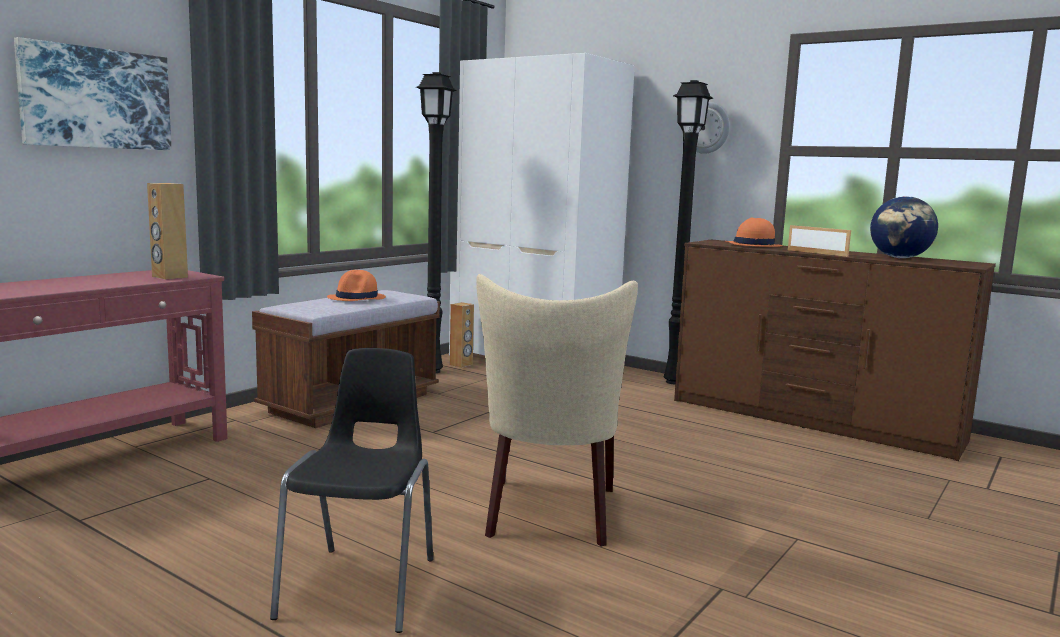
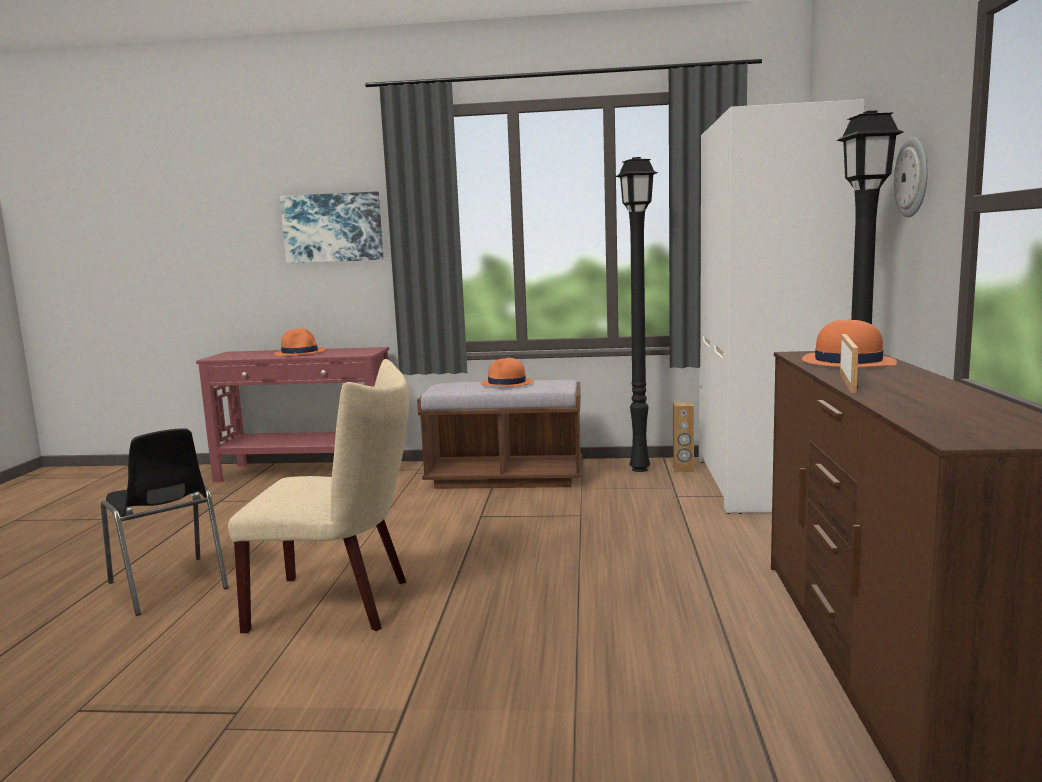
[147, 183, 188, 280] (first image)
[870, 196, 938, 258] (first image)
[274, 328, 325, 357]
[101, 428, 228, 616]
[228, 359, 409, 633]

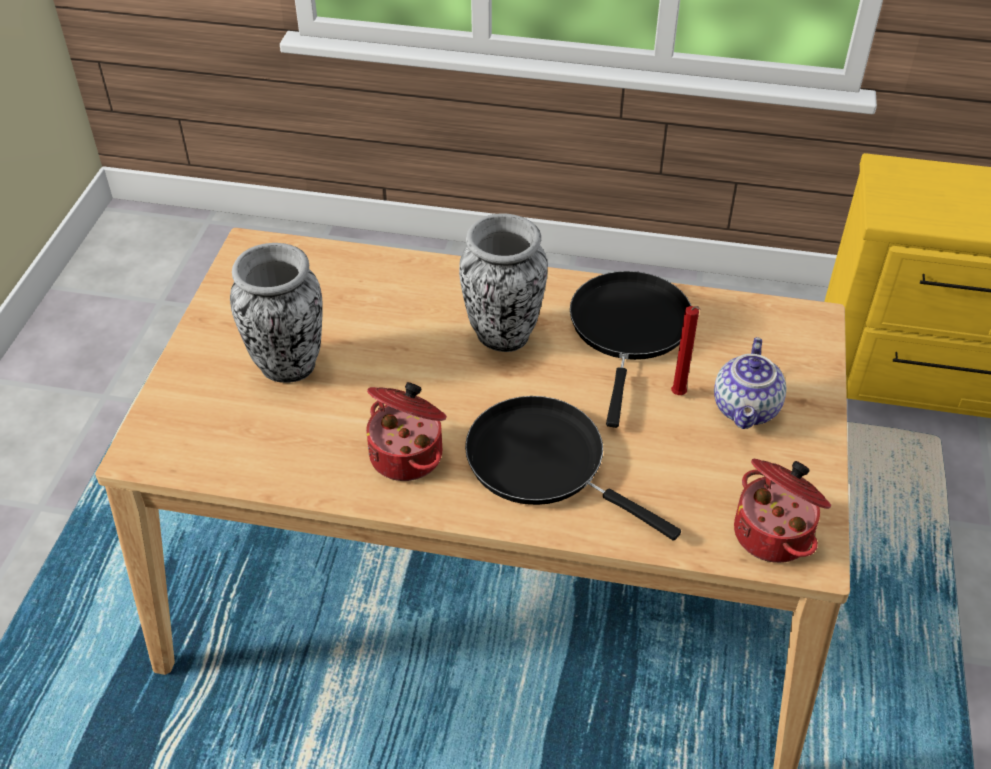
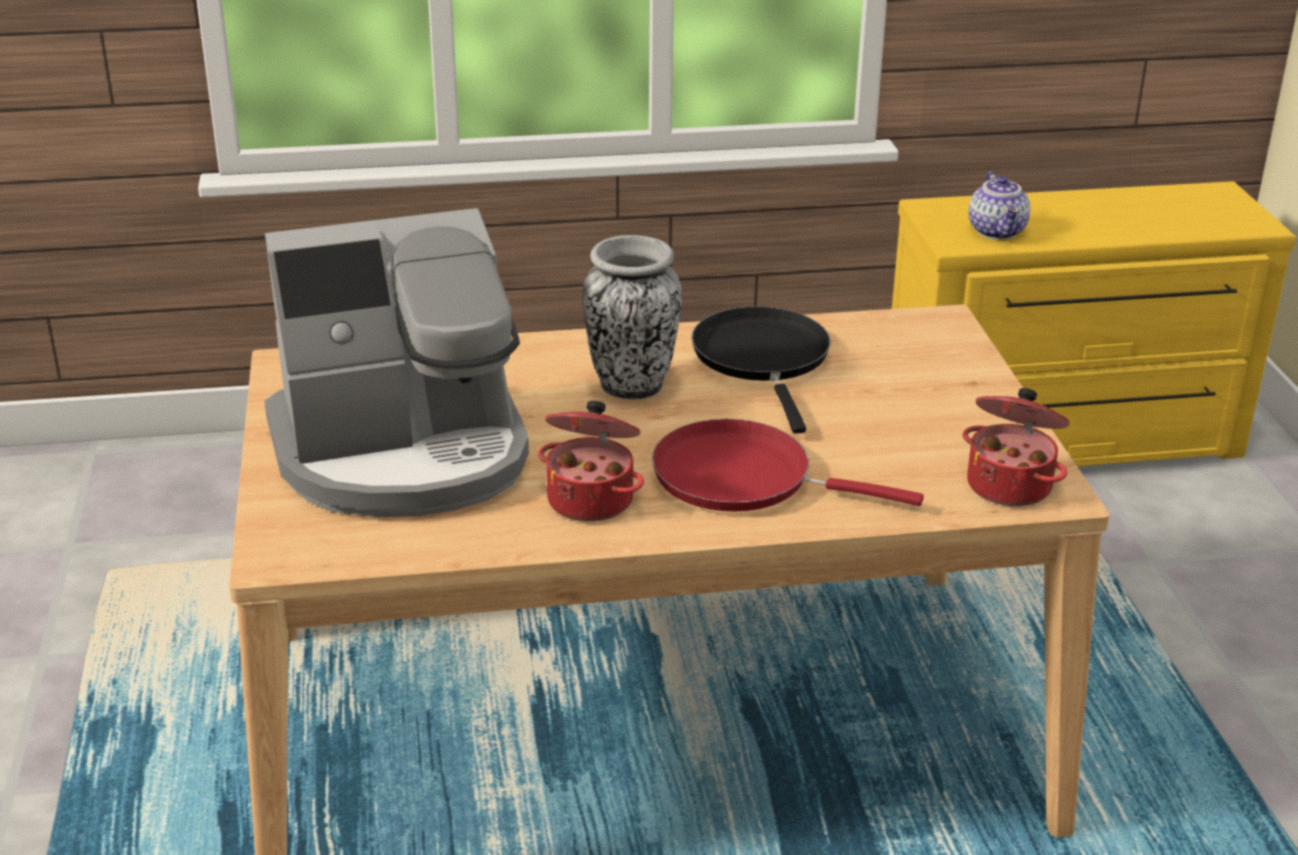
[671, 306, 701, 395] (first image)
[969, 172, 1030, 240]
[264, 208, 529, 517]
[652, 419, 924, 511]

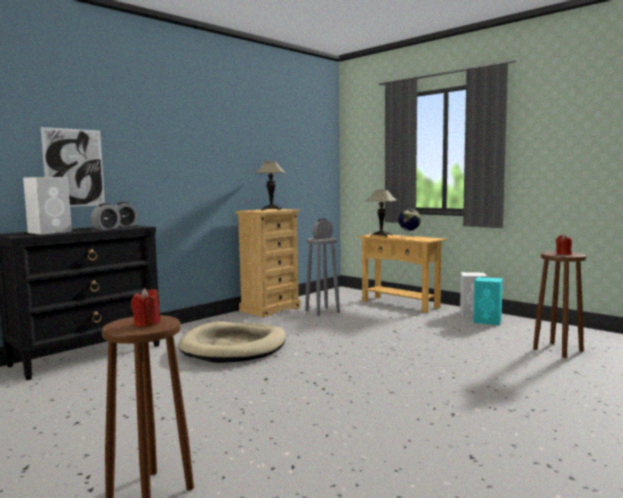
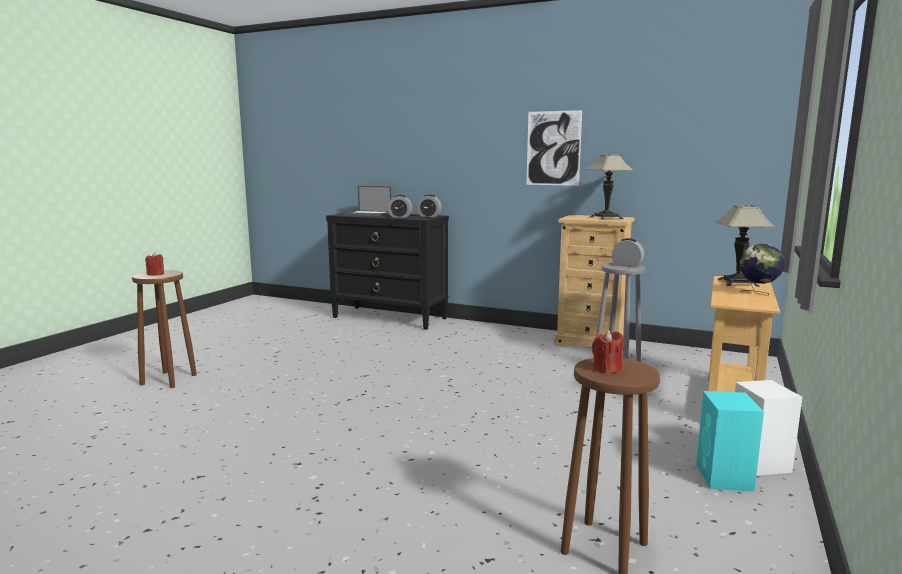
[178, 321, 286, 363] (first image)
[526, 110, 582, 186]
[345, 186, 391, 216]

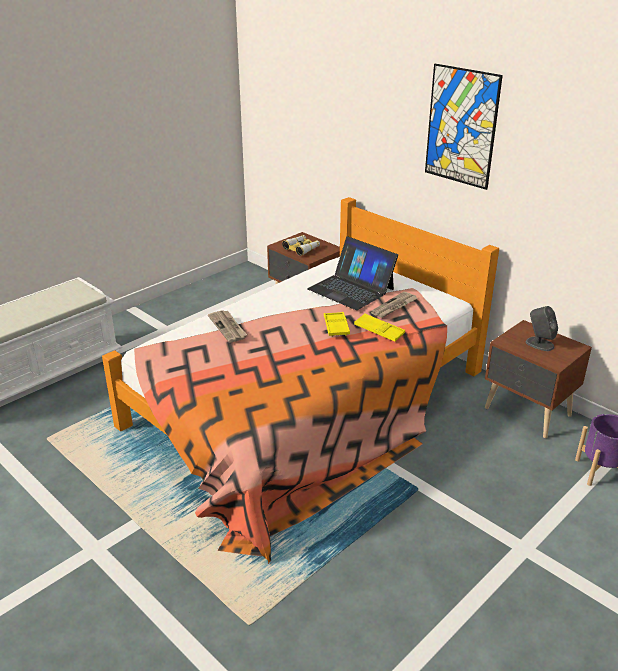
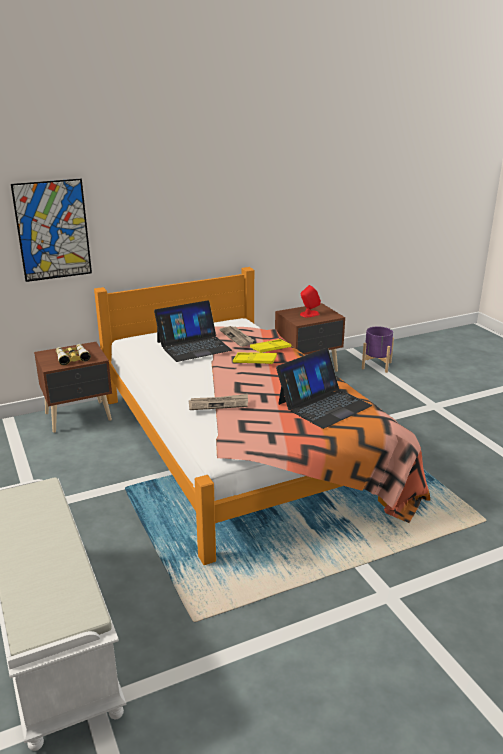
[276, 348, 372, 429]
[11, 179, 92, 282]
[300, 285, 321, 317]

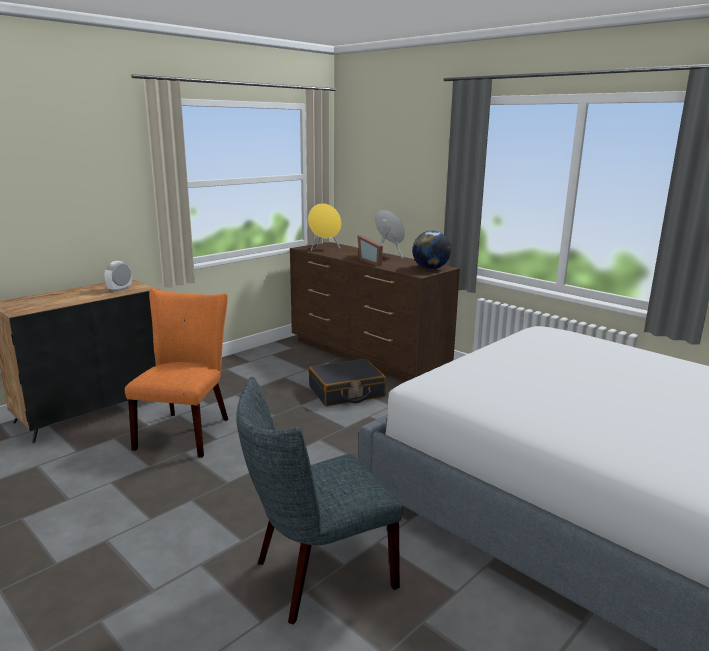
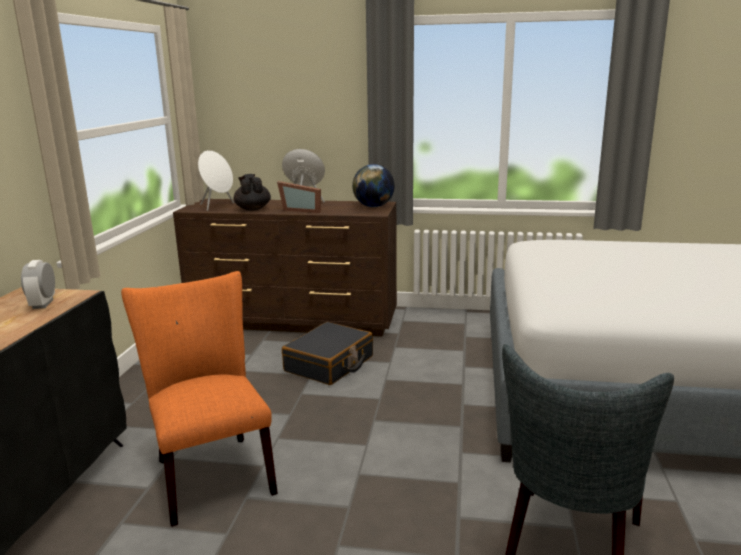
[234, 174, 271, 211]
[198, 150, 234, 211]

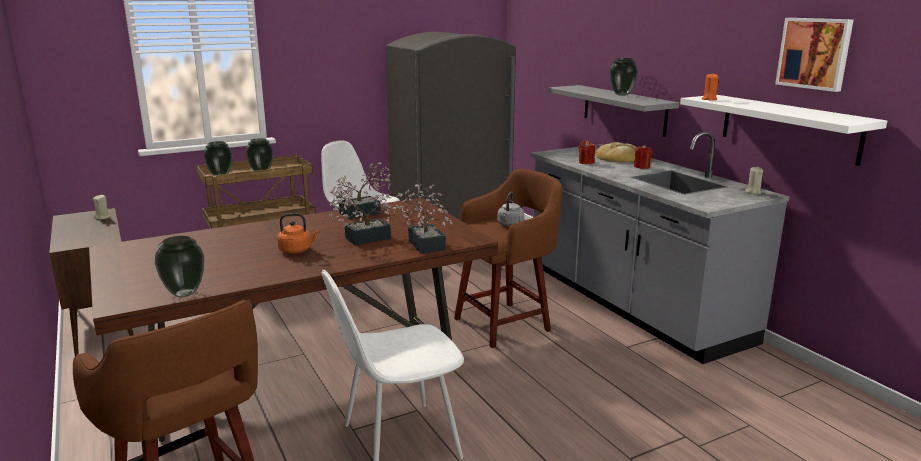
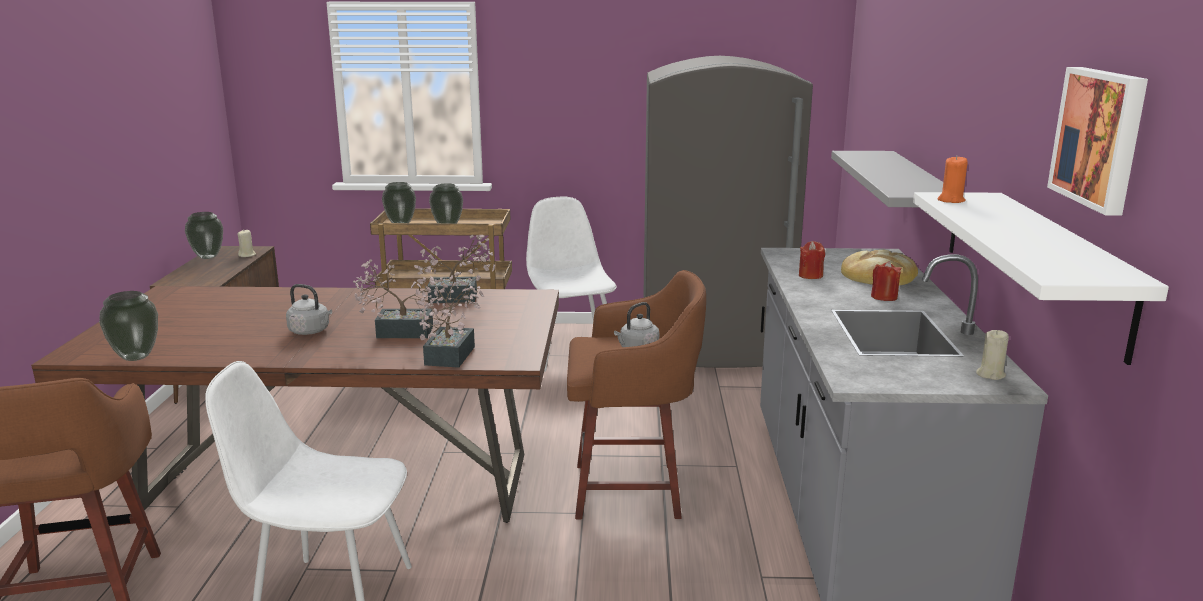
[185, 212, 223, 259]
[286, 284, 332, 335]

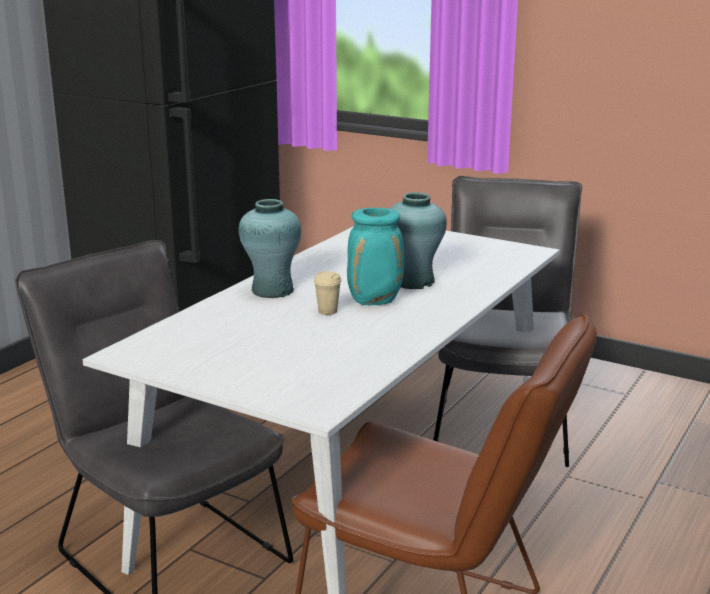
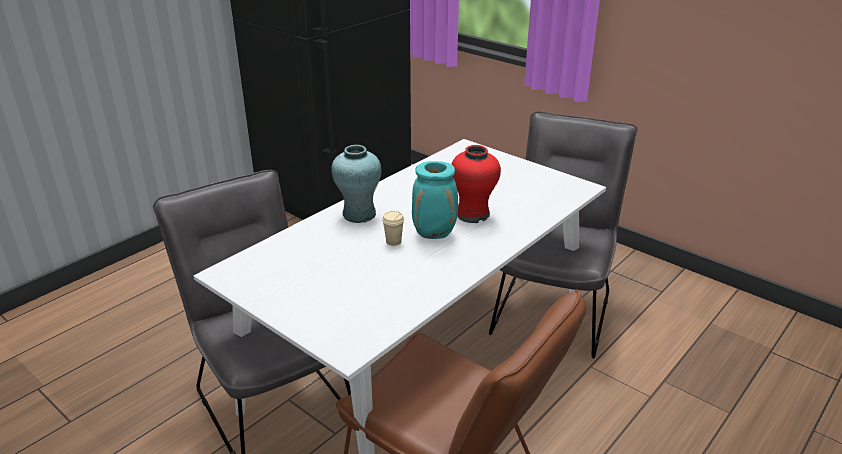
[452, 145, 501, 223]

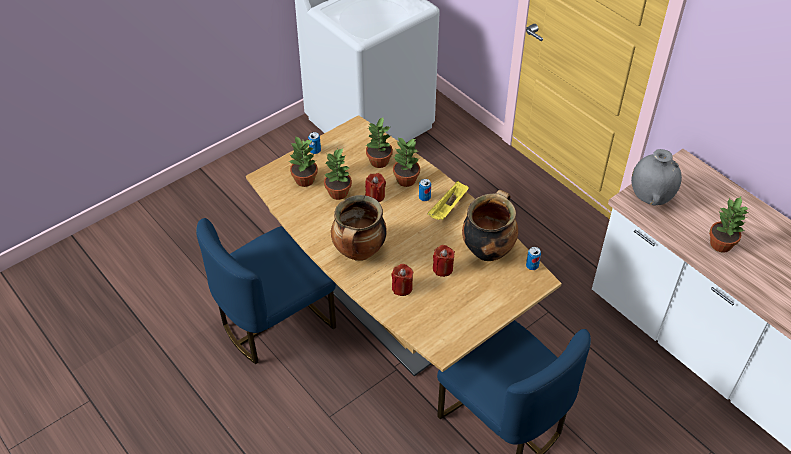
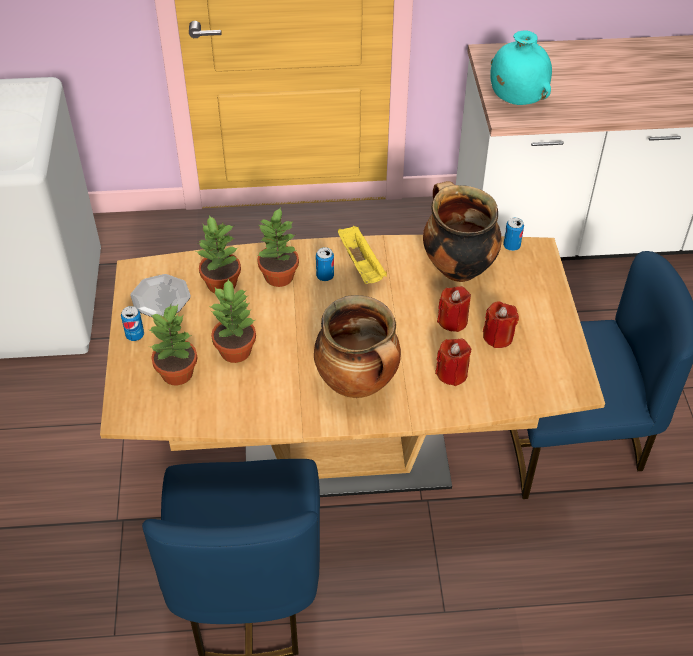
[709, 197, 749, 253] (first image)
[130, 274, 191, 317]
[483, 302, 519, 348]
[490, 31, 552, 105]

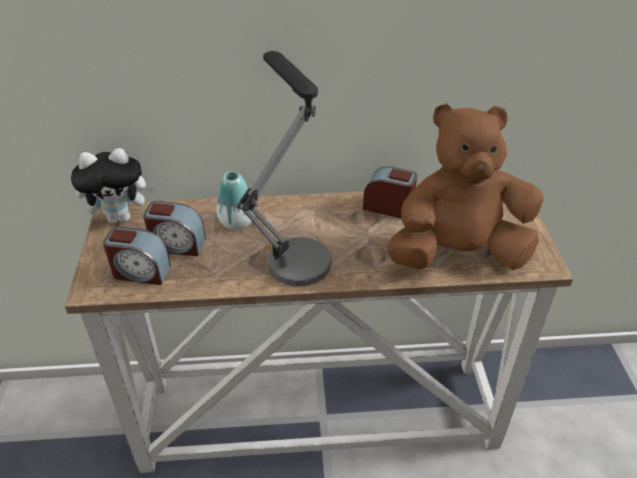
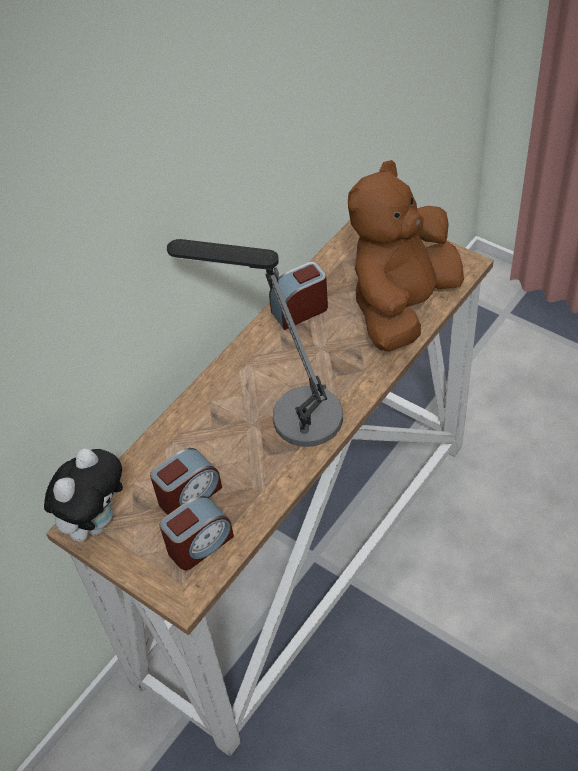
[216, 171, 254, 230] (first image)

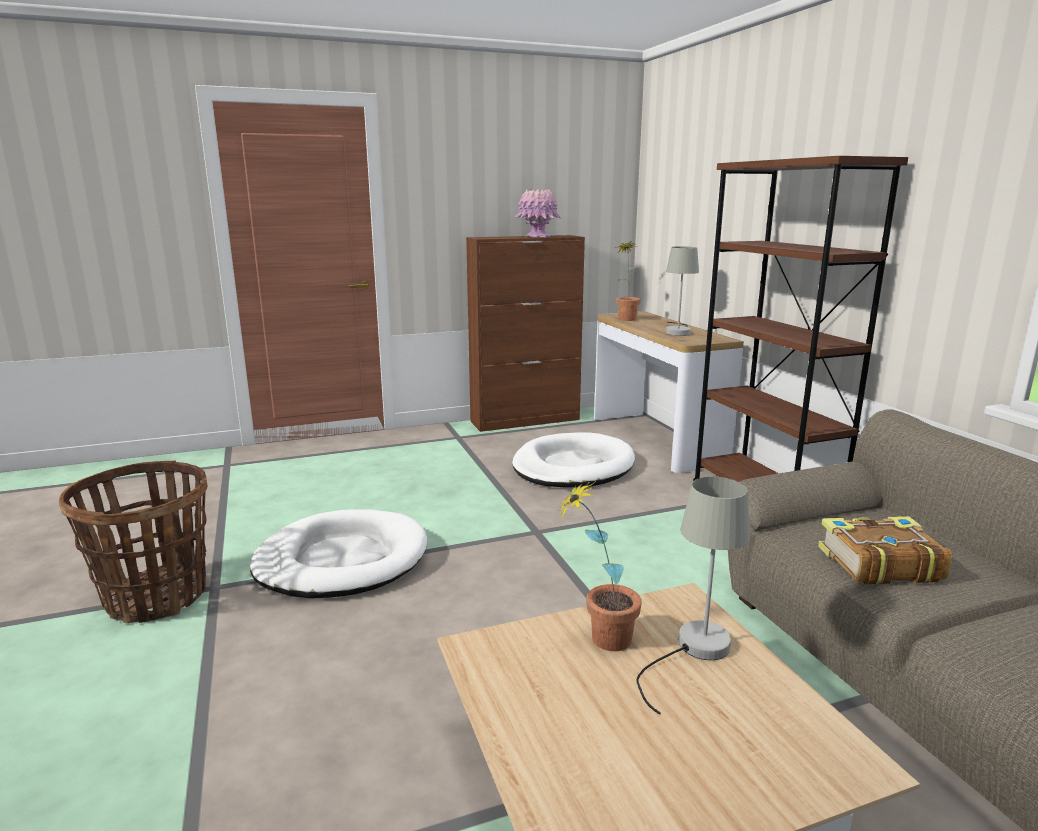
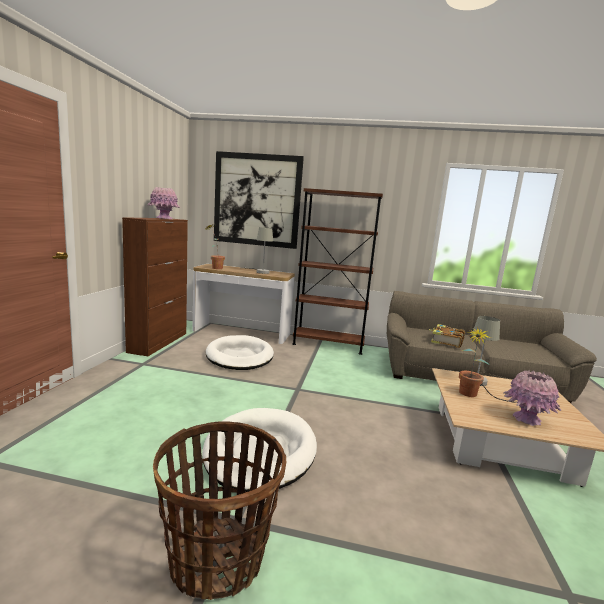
[214, 151, 304, 249]
[504, 370, 561, 426]

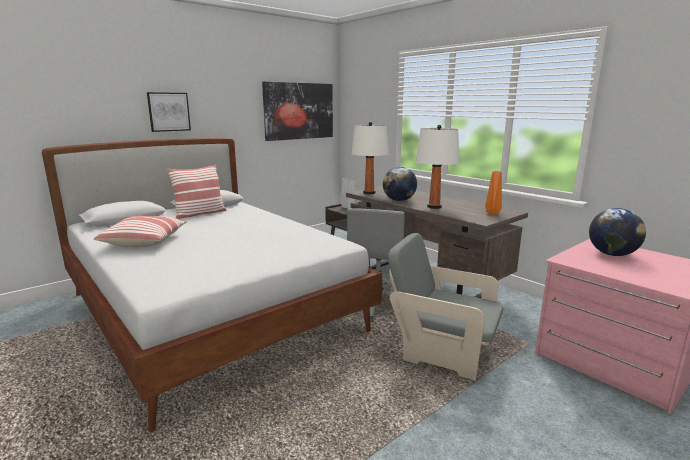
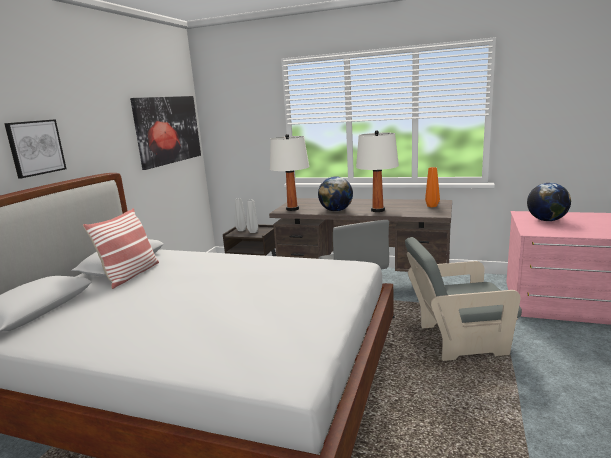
[94, 216, 187, 247] (first image)

